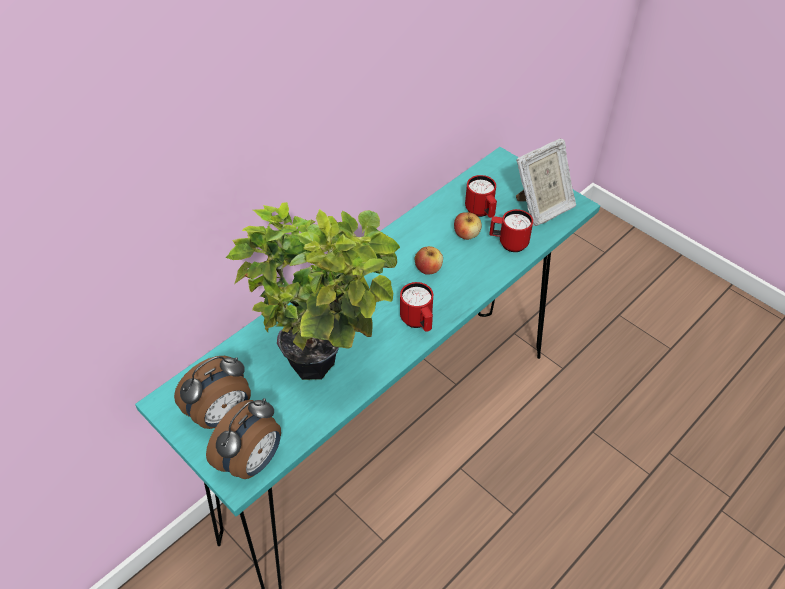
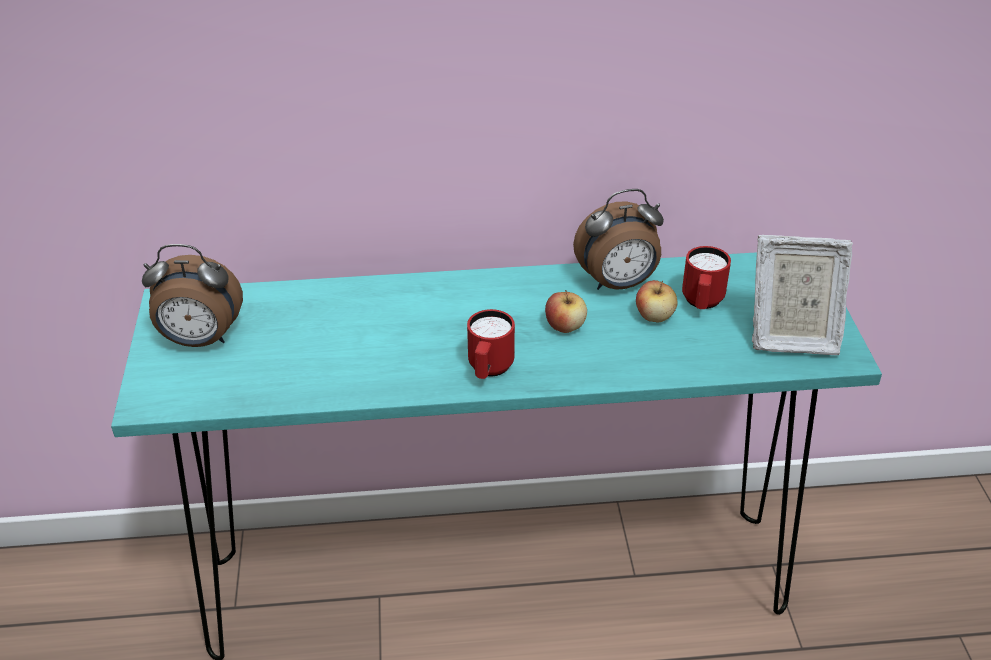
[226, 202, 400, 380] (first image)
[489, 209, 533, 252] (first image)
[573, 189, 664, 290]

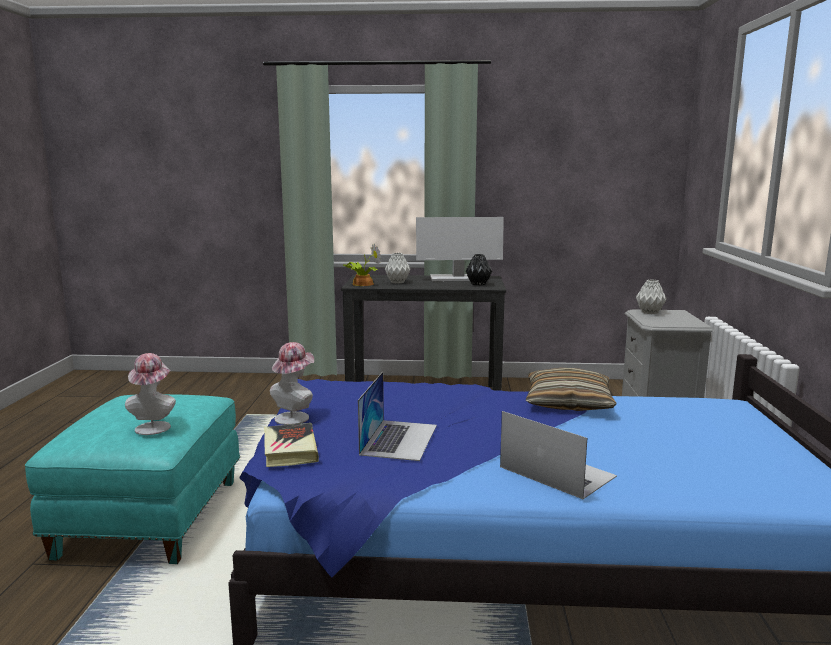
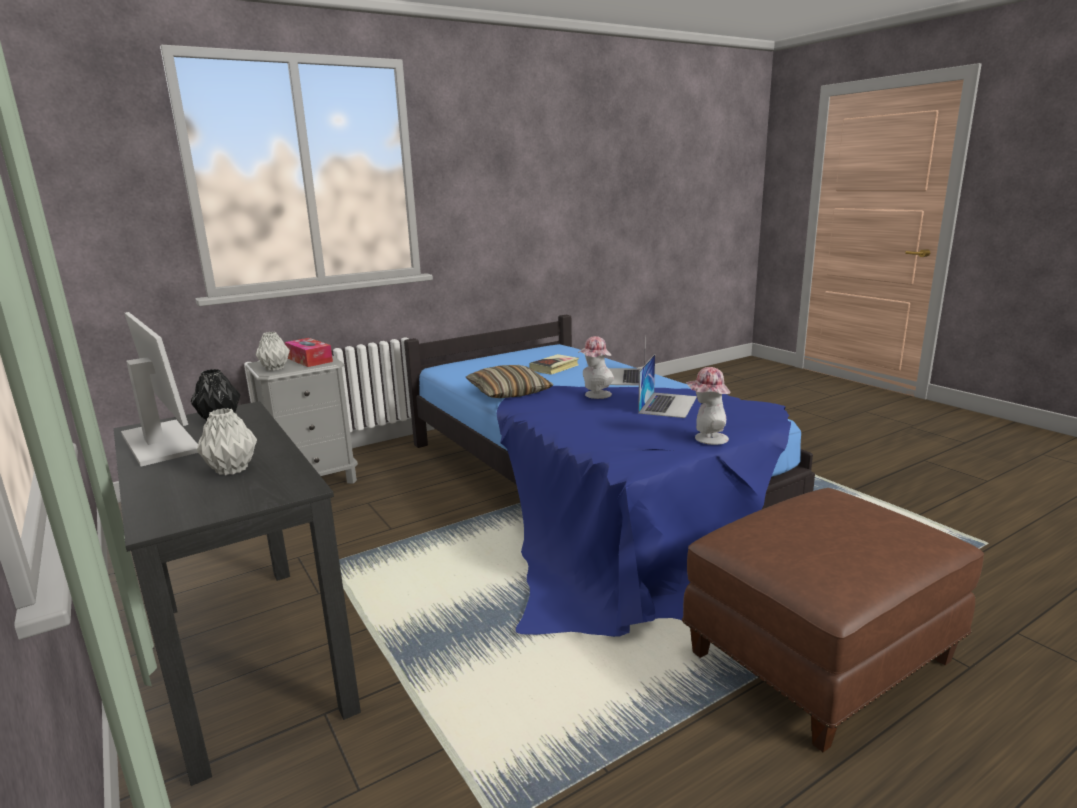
[343, 243, 381, 286] (first image)
[284, 338, 333, 367]
[578, 336, 614, 399]
[529, 354, 579, 375]
[682, 488, 984, 752]
[638, 354, 697, 418]

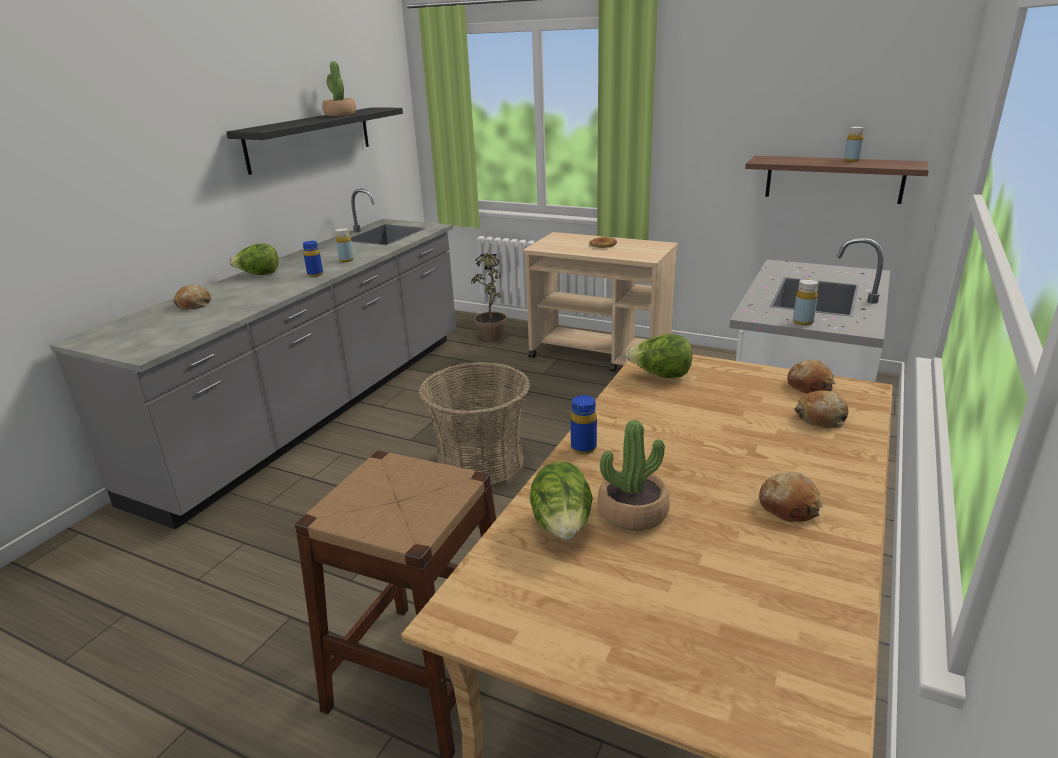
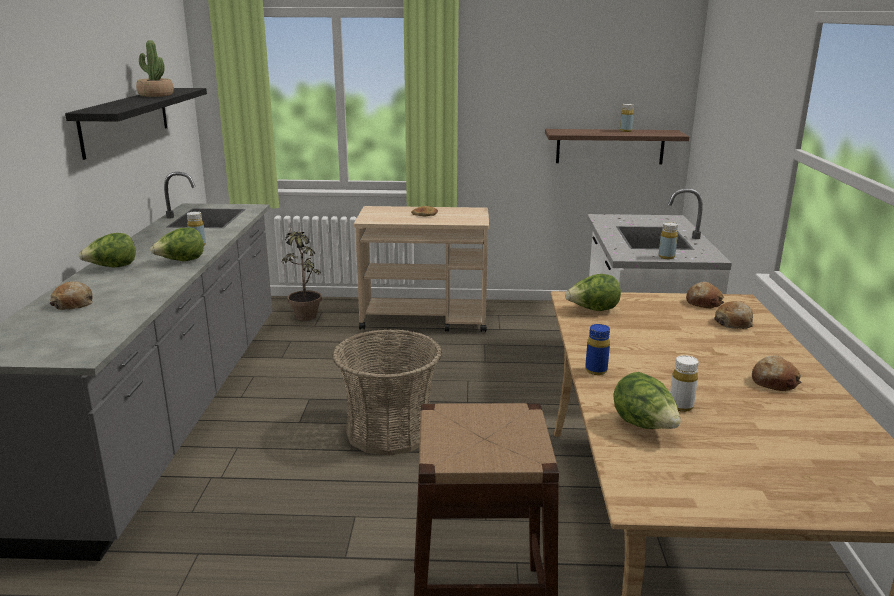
[150, 227, 204, 261]
[670, 355, 699, 412]

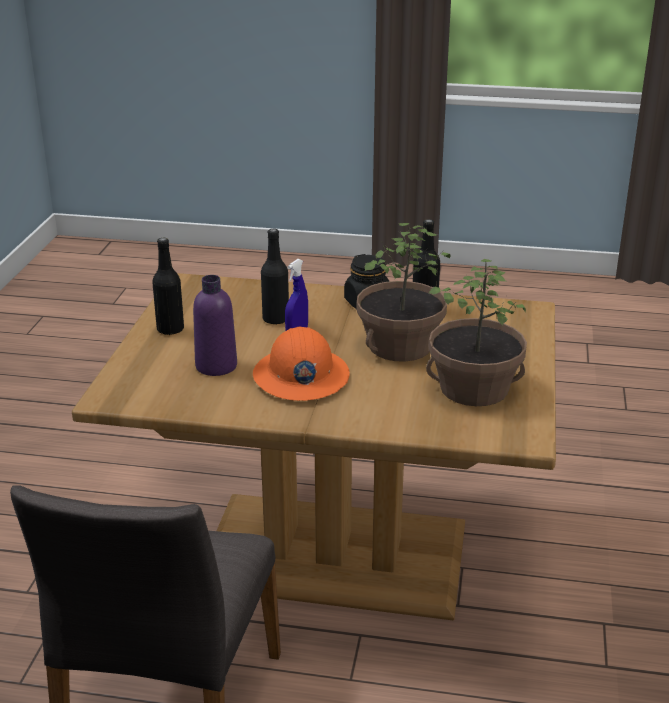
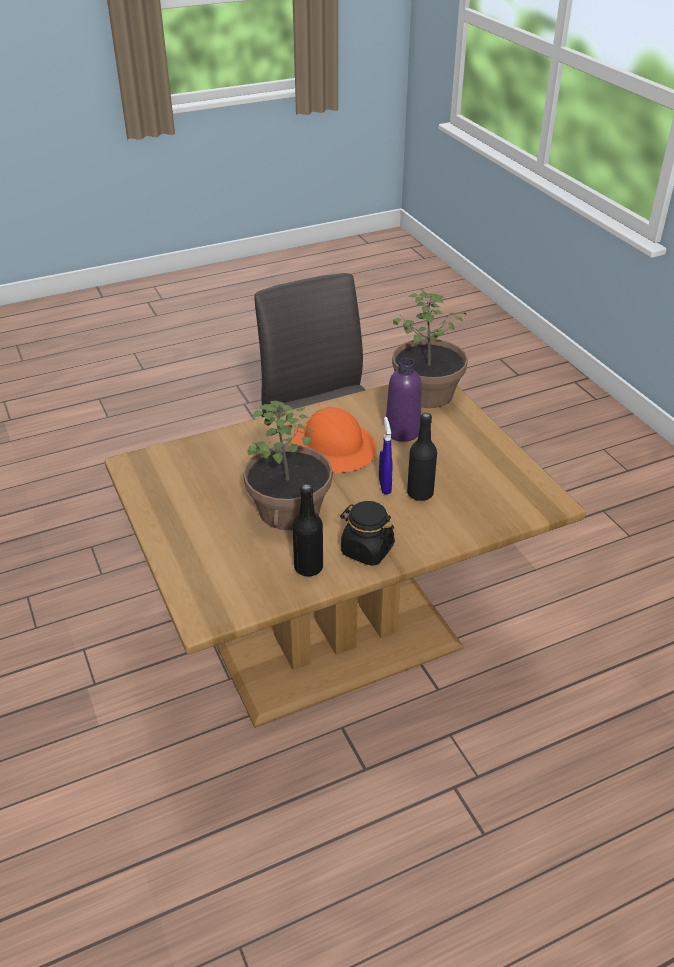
[152, 238, 184, 335] (first image)
[392, 292, 468, 408]

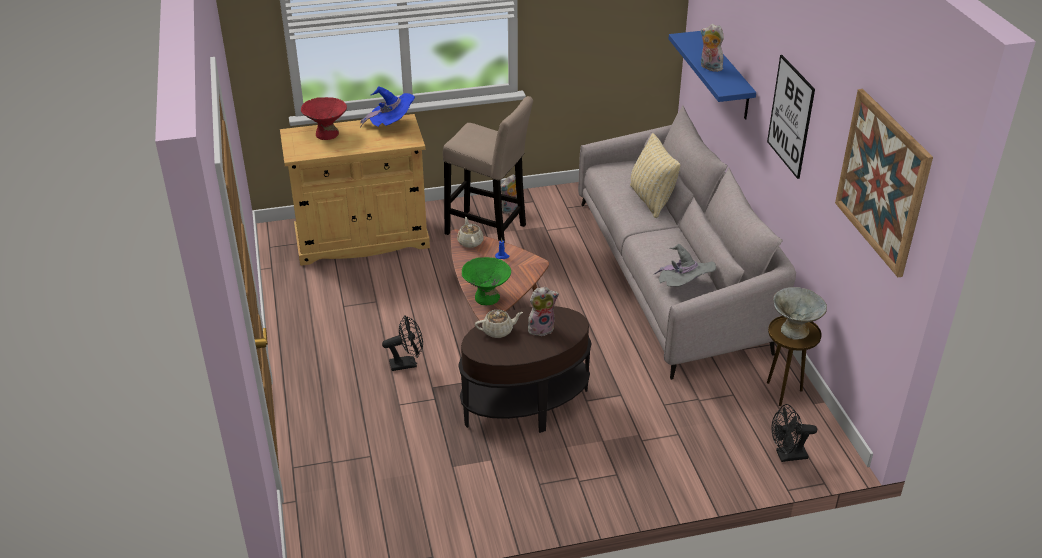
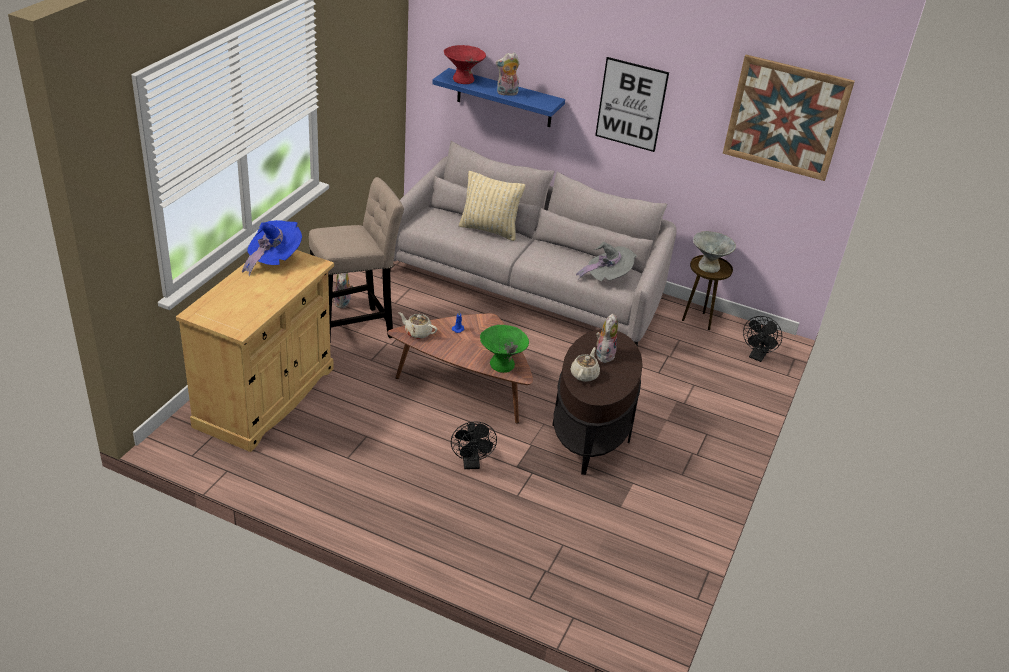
[444, 45, 486, 84]
[451, 421, 497, 469]

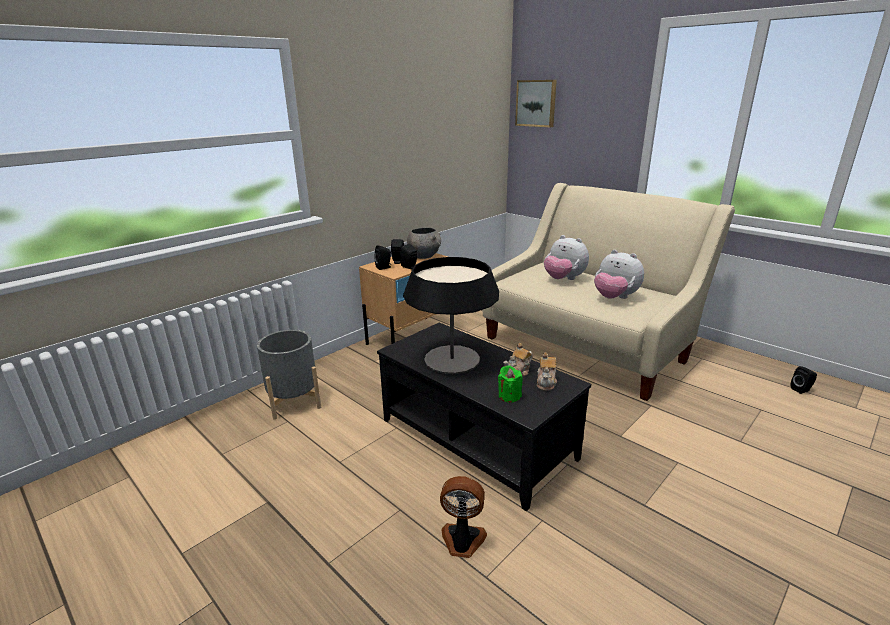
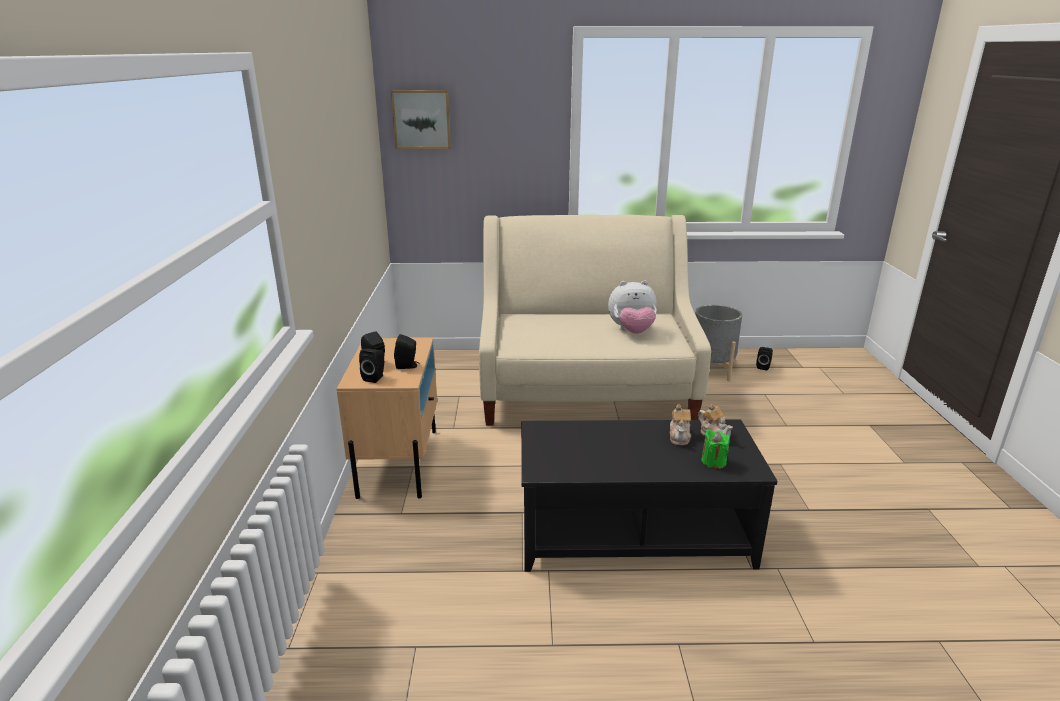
[403, 257, 499, 374] (first image)
[407, 228, 441, 259] (first image)
[440, 476, 487, 558] (first image)
[544, 235, 589, 280] (first image)
[695, 305, 742, 381]

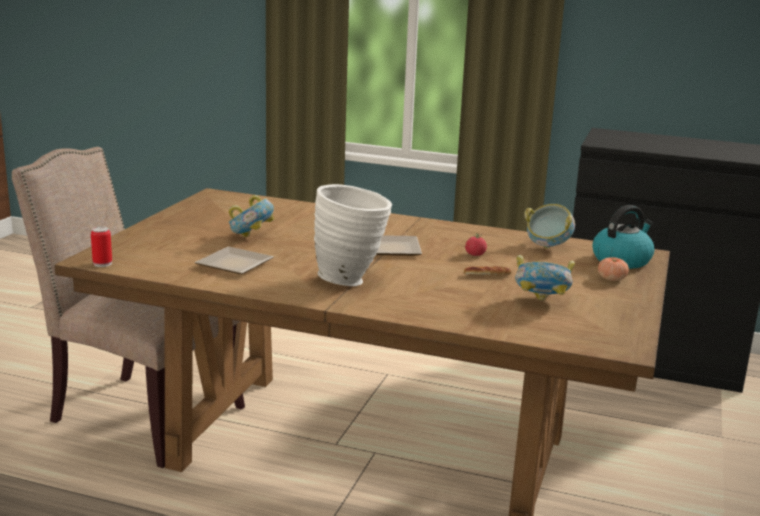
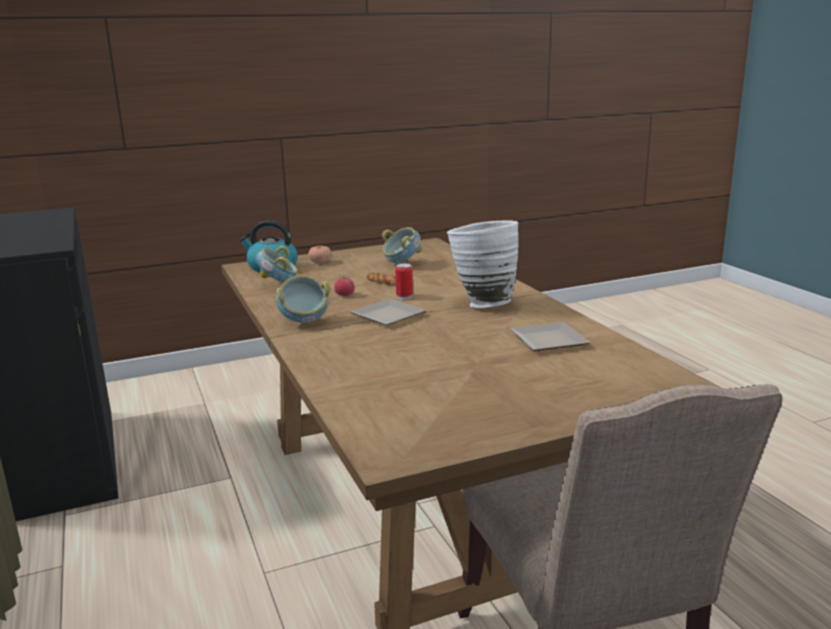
[395, 263, 413, 299]
[276, 275, 330, 324]

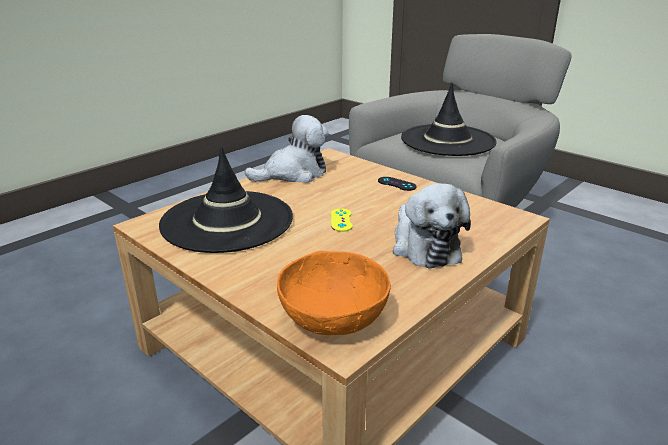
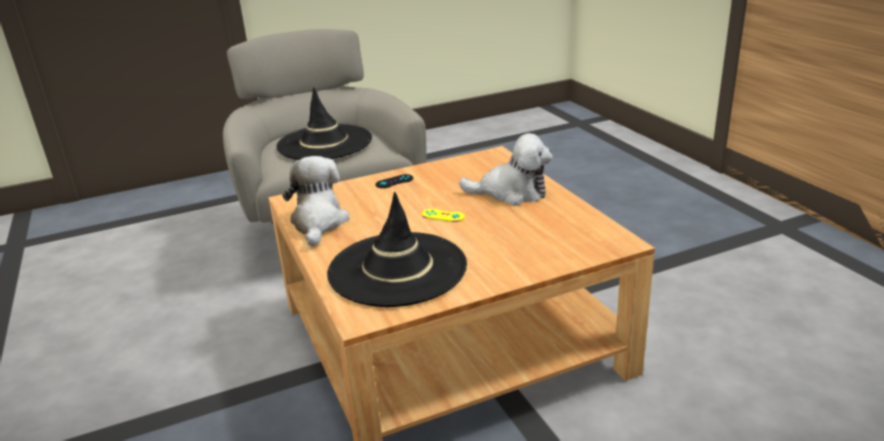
[277, 251, 391, 335] (first image)

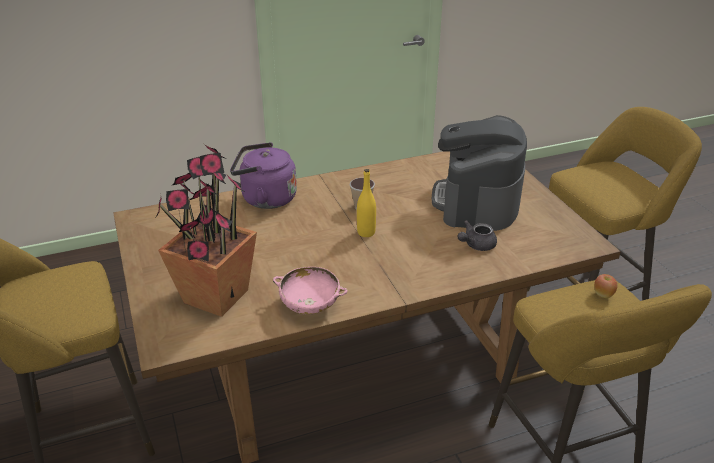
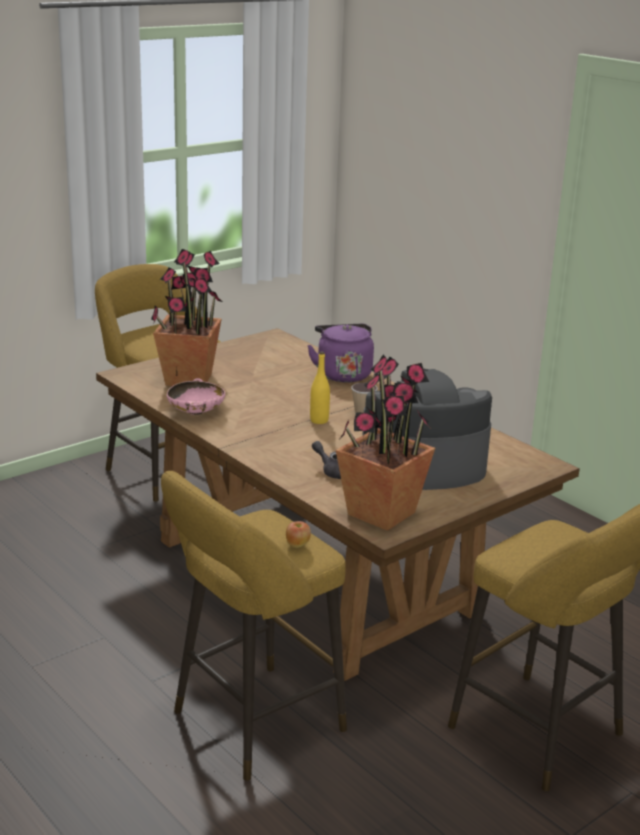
[336, 355, 435, 531]

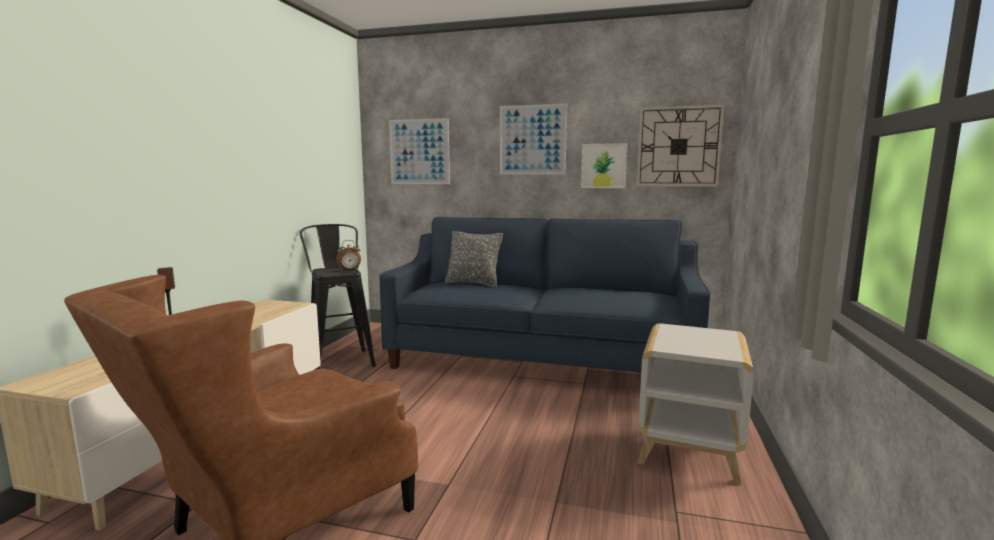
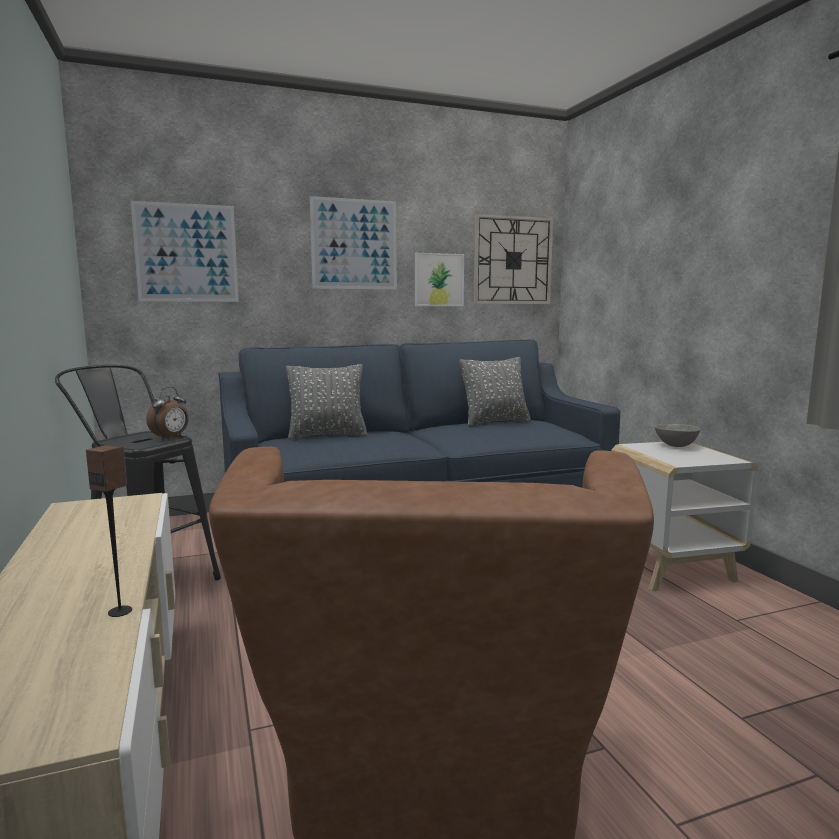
[459, 357, 531, 427]
[655, 424, 700, 447]

